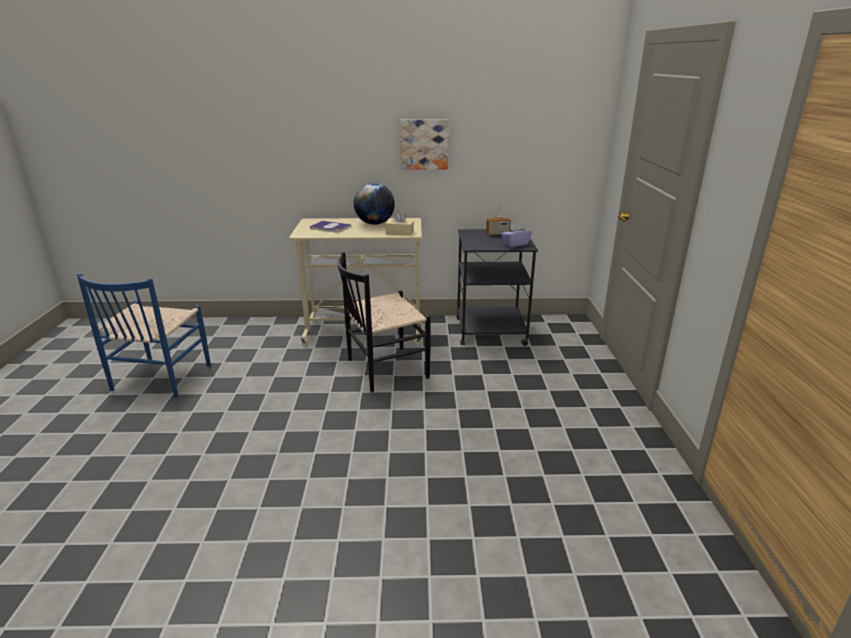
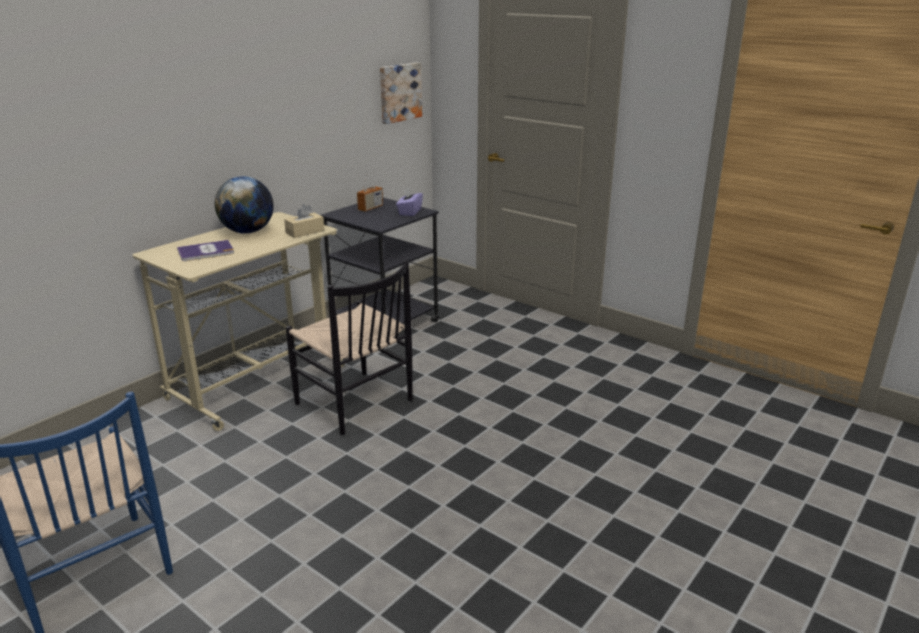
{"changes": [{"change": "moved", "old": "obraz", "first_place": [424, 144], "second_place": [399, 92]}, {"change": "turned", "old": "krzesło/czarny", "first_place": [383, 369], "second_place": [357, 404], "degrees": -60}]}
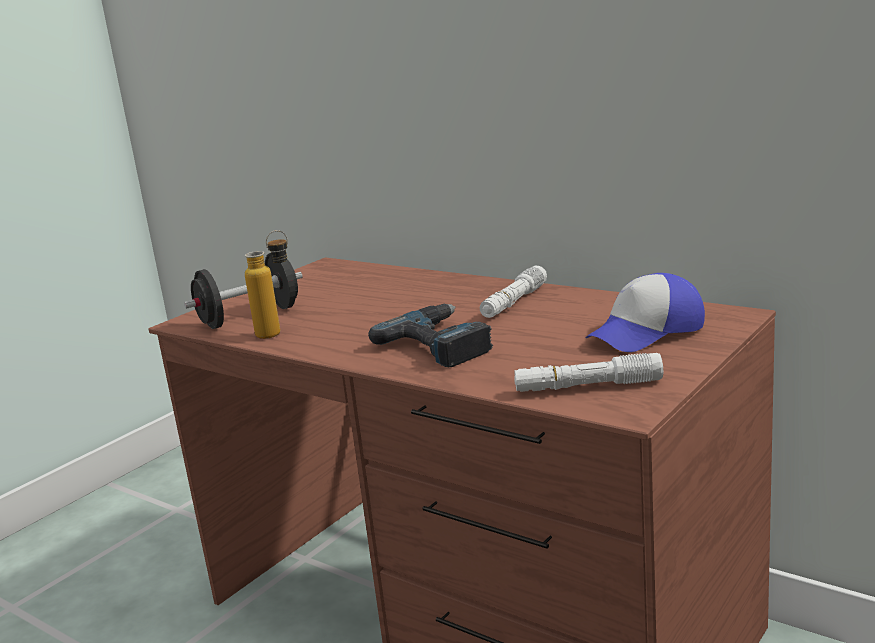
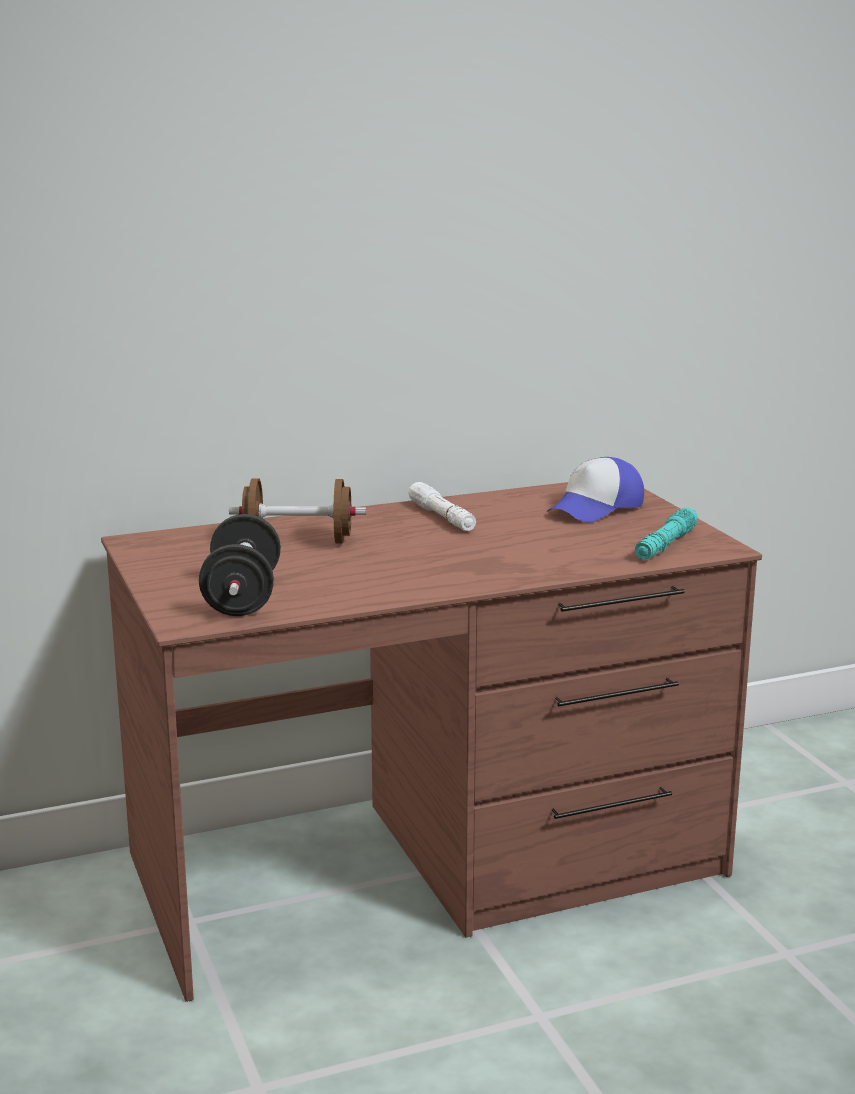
{"changes": [{"change": "removed", "old": "butelka", "first_place": [278, 332]}, {"change": "turned", "old": "czapka z daszkiem", "first_place": [647, 332], "second_place": [596, 508], "degrees": 45}, {"change": "removed", "old": "wiertarka", "first_place": [442, 343]}, {"change": "recoloured", "old": "latarka/biały", "new": "latarka/turkusowy", "first_place": [587, 386], "second_place": [665, 545]}, {"change": "added", "new": "hantel/brązowy", "second_place": [298, 541]}]}
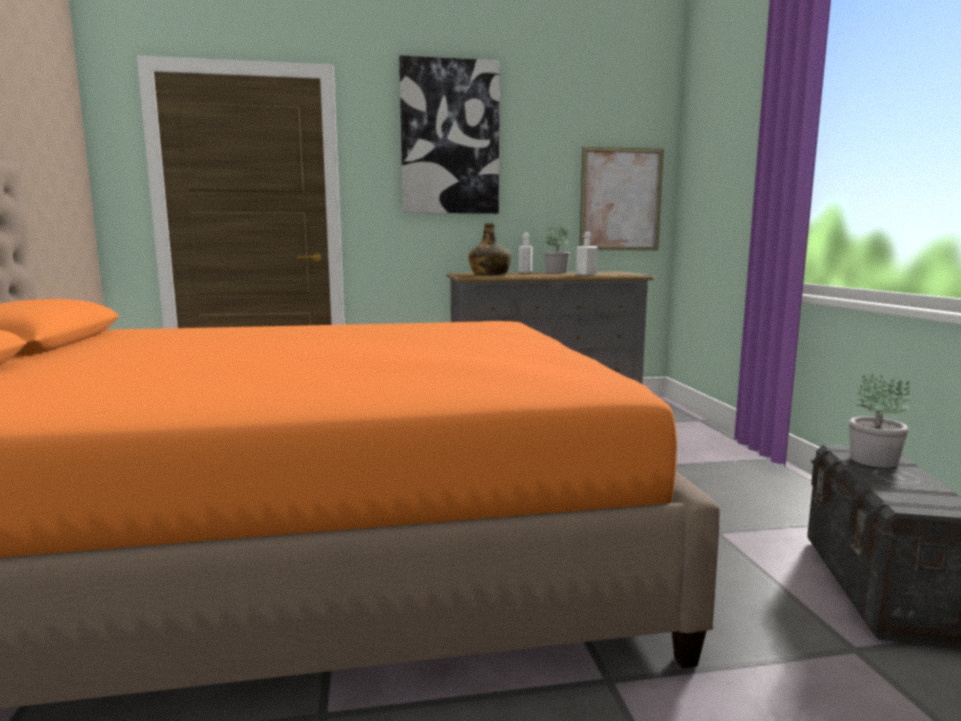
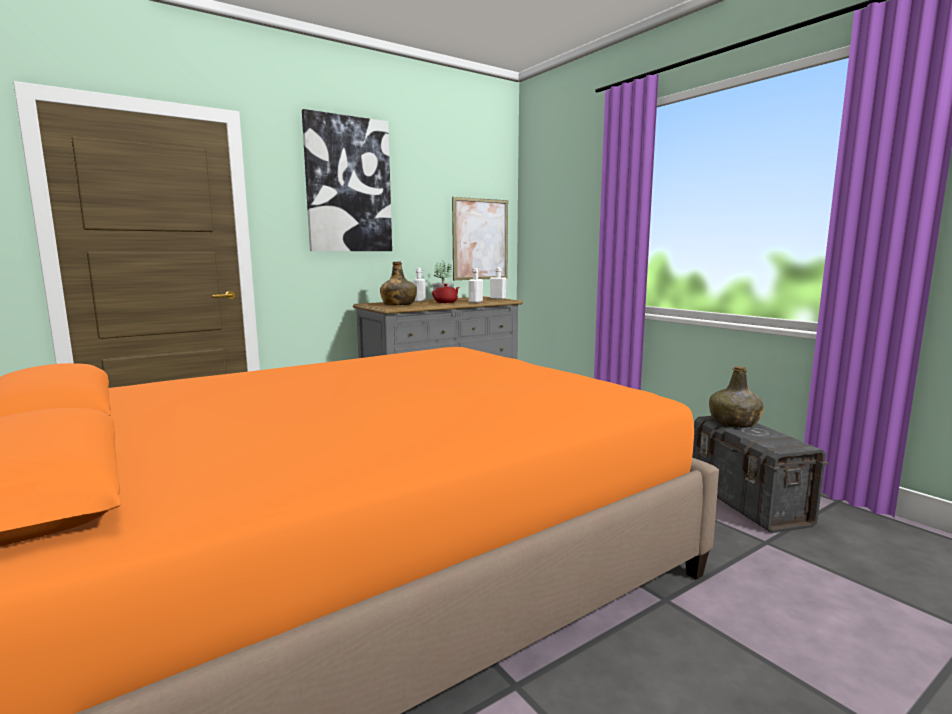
{"changes": [{"change": "replaced", "old": "roślina doniczkowa", "new": "butelka/zielony", "first_place": [874, 460], "second_place": [734, 423]}, {"change": "added", "new": "butelka/biały", "second_place": [498, 298]}, {"change": "added", "new": "imbryk/czerwony", "second_place": [446, 302]}]}
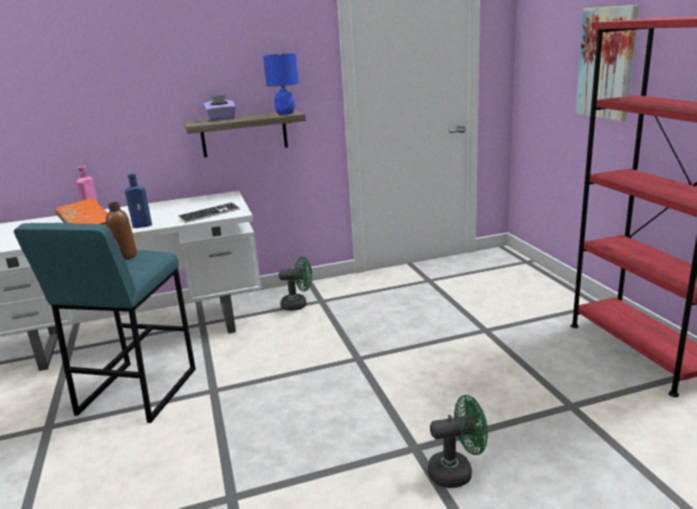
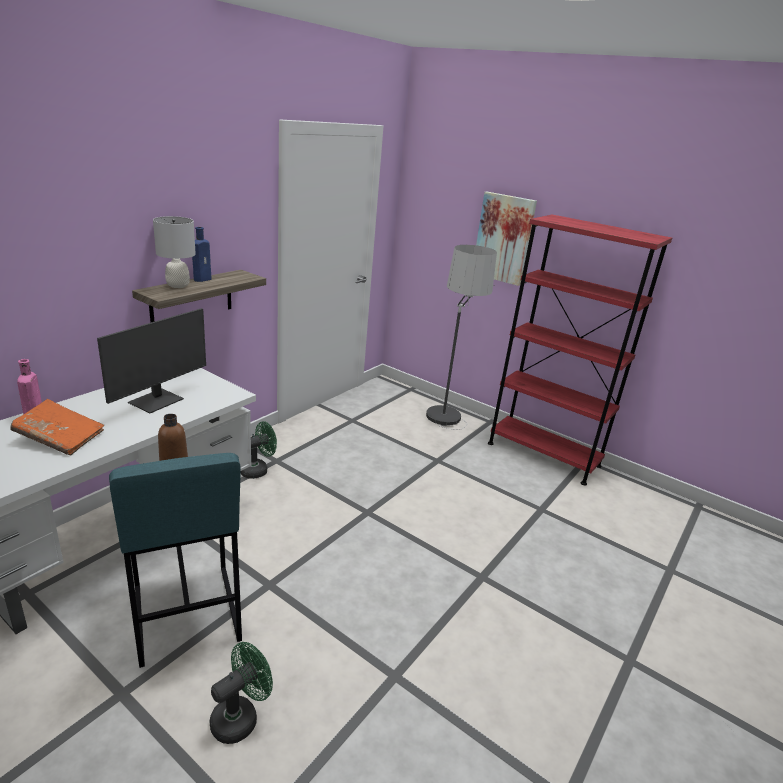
{"changes": [{"change": "removed", "old": "lampa stołowa/niebieski", "first_place": [285, 114]}, {"change": "replaced", "old": "pudełko chusteczek/fioletowy", "new": "lampa stołowa/szary", "first_place": [221, 119], "second_place": [178, 286]}, {"change": "moved", "old": "butelka/niebieski", "first_place": [143, 225], "second_place": [203, 279]}, {"change": "removed", "old": "klawiatura", "first_place": [210, 214]}, {"change": "moved", "old": "wentylator/zielony", "first_place": [457, 471], "second_place": [240, 717]}, {"change": "added", "new": "lampa stojąca", "second_place": [445, 432]}, {"change": "added", "new": "monitor", "second_place": [157, 401]}]}
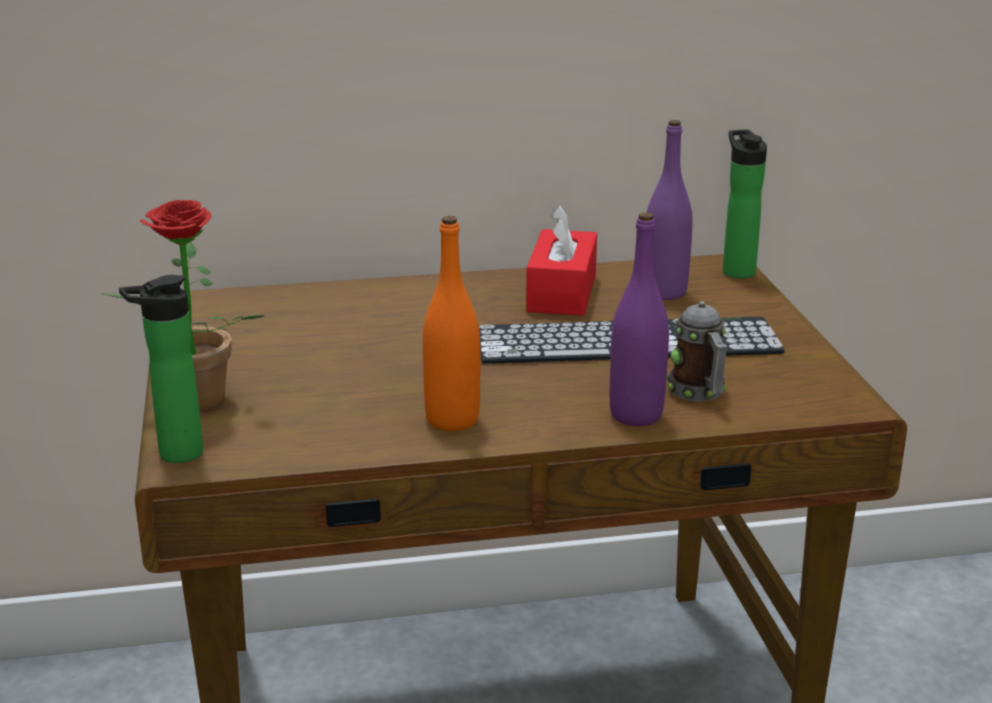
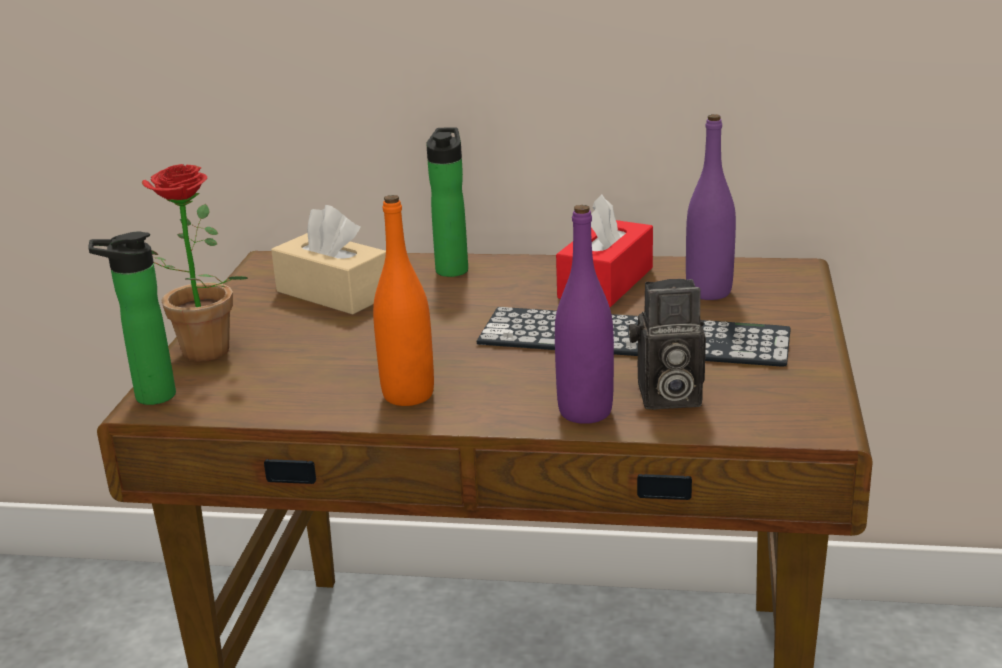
{"changes": [{"change": "moved", "old": "butelka", "first_place": [736, 270], "second_place": [452, 268]}, {"change": "replaced", "old": "kubek", "new": "aparat fotograficzny", "first_place": [699, 393], "second_place": [666, 397]}, {"change": "added", "new": "pudełko chusteczek/beżowy", "second_place": [333, 293]}]}
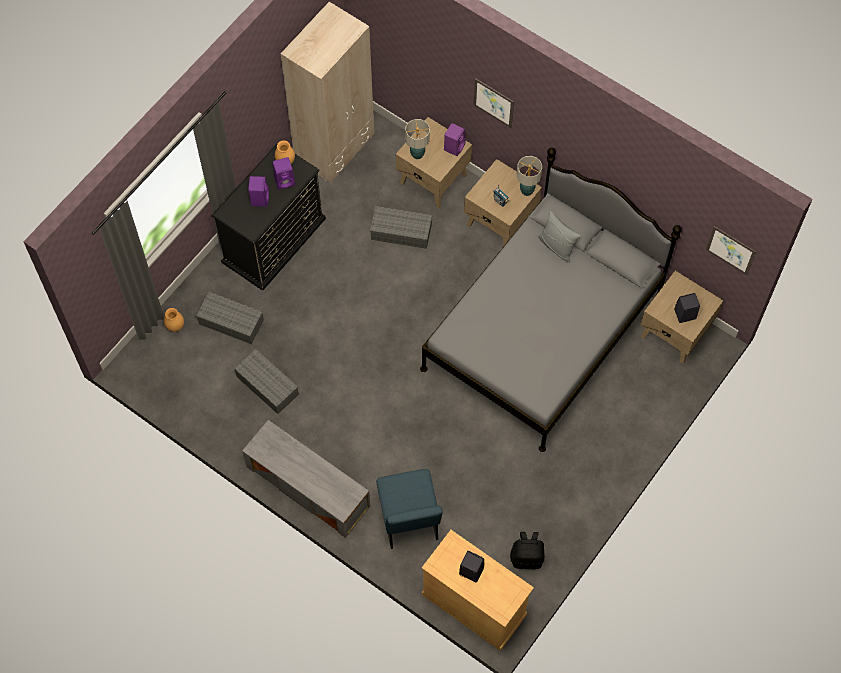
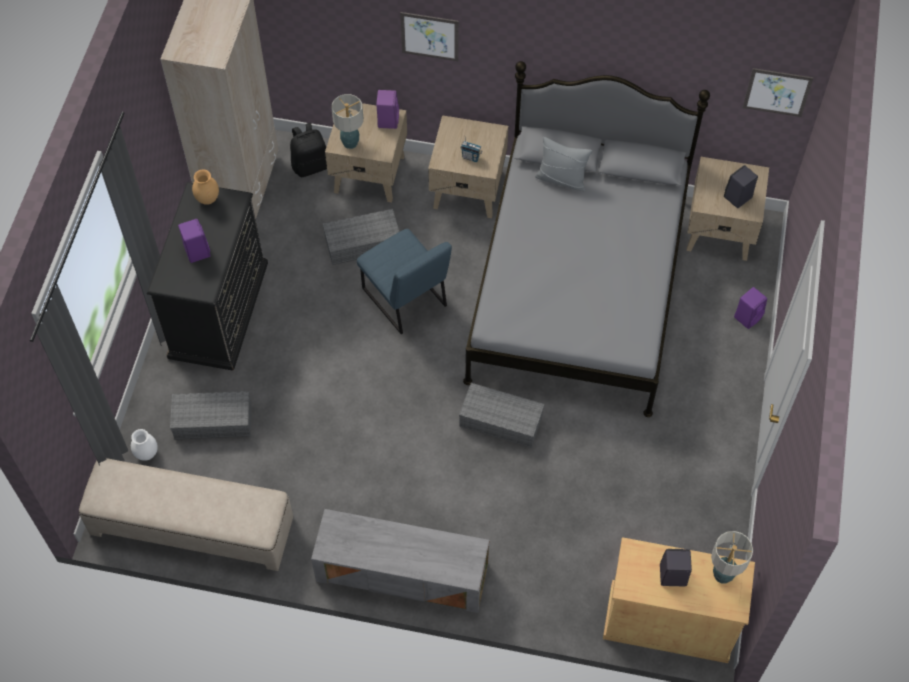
{"changes": [{"change": "moved", "old": "lampa stołowa", "first_place": [527, 190], "second_place": [722, 575]}, {"change": "moved", "old": "głośnik/fioletowy", "first_place": [285, 180], "second_place": [748, 316]}, {"change": "recoloured", "old": "wazon/brązowy", "new": "wazon/biały", "first_place": [175, 326], "second_place": [147, 454]}, {"change": "moved", "old": "pojemnik do przechowywania/szary", "first_place": [266, 385], "second_place": [499, 421]}, {"change": "moved", "old": "krzesło/niebieski", "first_place": [408, 519], "second_place": [405, 299]}, {"change": "moved", "old": "plecak/czarny", "first_place": [527, 557], "second_place": [310, 165]}, {"change": "added", "new": "ławka/beżowy", "second_place": [191, 526]}]}
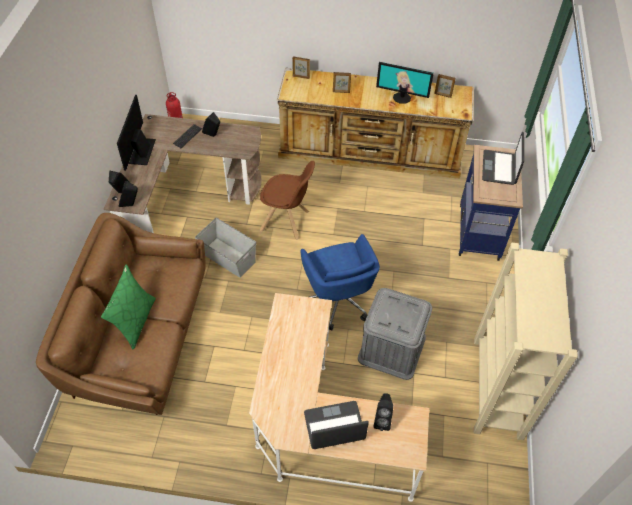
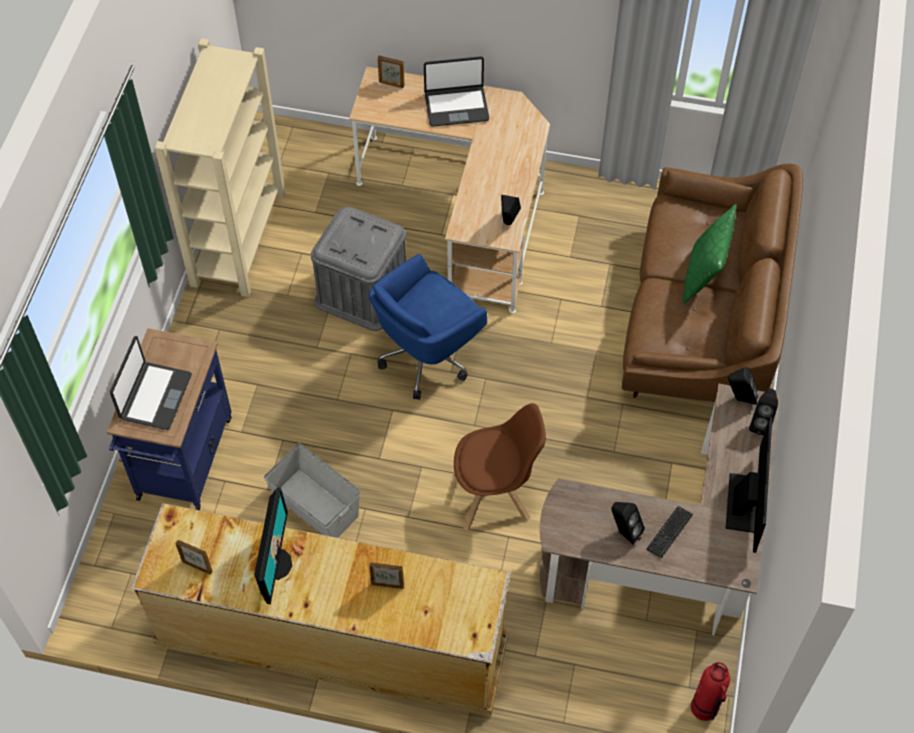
{"changes": [{"change": "moved", "old": "ramka na zdjęcie", "first_place": [301, 77], "second_place": [391, 84]}, {"change": "turned", "old": "monitor", "first_place": [402, 97], "second_place": [275, 564], "degrees": 75}, {"change": "turned", "old": "krzesło/brązowy", "first_place": [287, 221], "second_place": [495, 495], "degrees": 150}, {"change": "moved", "old": "pojemnik do przechowywania/szary", "first_place": [228, 257], "second_place": [315, 506]}, {"change": "turned", "old": "krzesło biurowe/niebieski", "first_place": [337, 301], "second_place": [428, 358], "degrees": -120}, {"change": "moved", "old": "głośnik/czarny", "first_place": [382, 419], "second_place": [508, 223]}]}
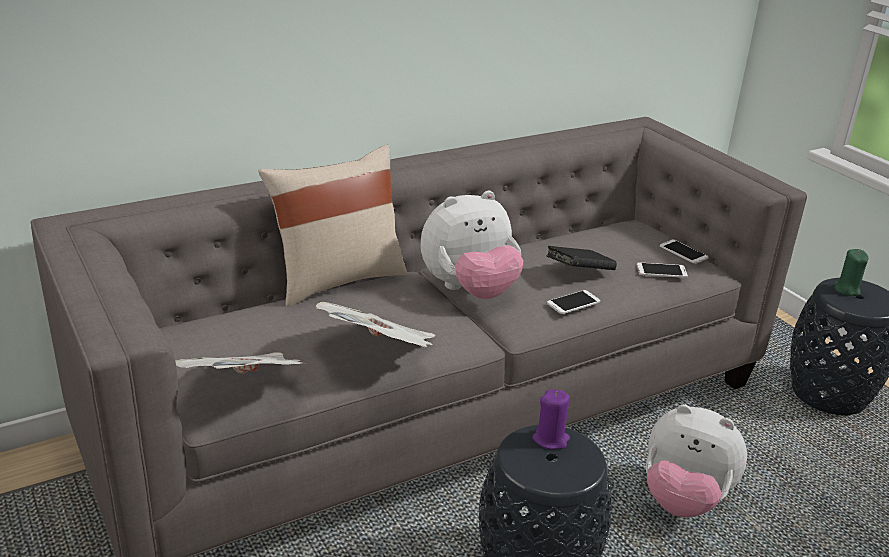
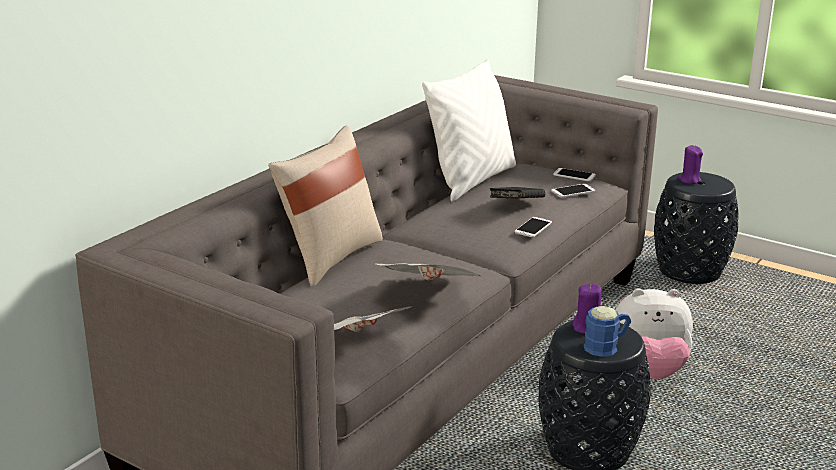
{"changes": [{"change": "removed", "old": "pluszak", "first_place": [469, 291]}, {"change": "recoloured", "old": "świeca/zielony", "new": "świeca/fioletowy", "first_place": [846, 289], "second_place": [689, 180]}, {"change": "added", "new": "poduszka/biały", "second_place": [472, 181]}, {"change": "added", "new": "kubek/niebieski", "second_place": [606, 347]}]}
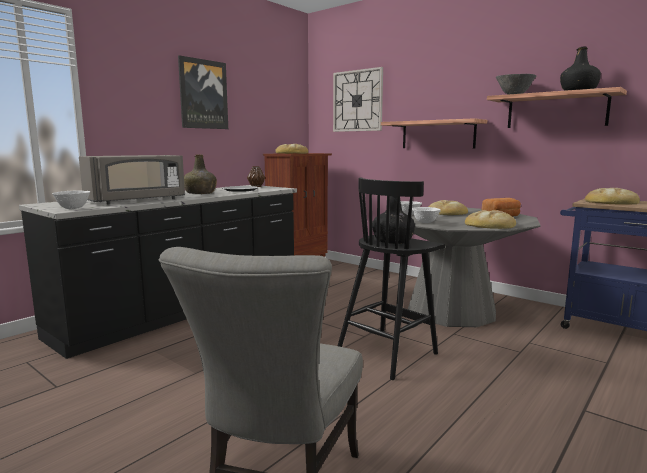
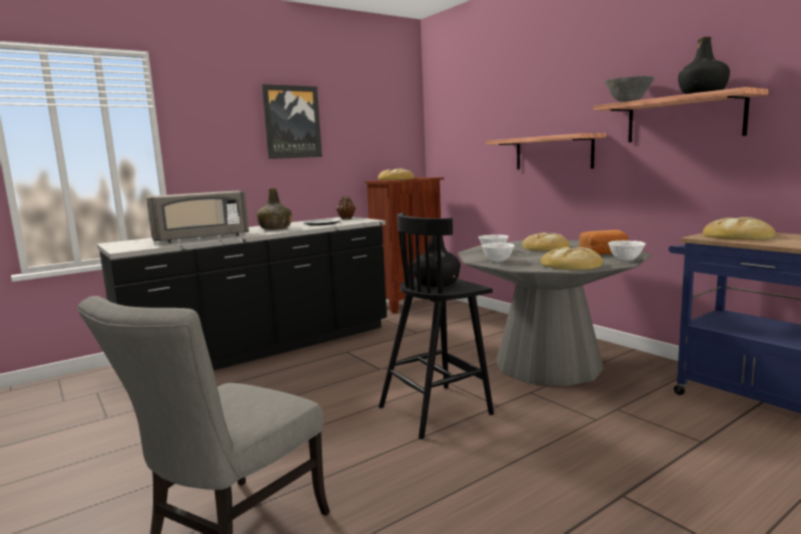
{"changes": [{"change": "removed", "old": "zegar ścienny", "first_place": [357, 101]}, {"change": "moved", "old": "miska/biały", "first_place": [73, 208], "second_place": [626, 260]}]}
